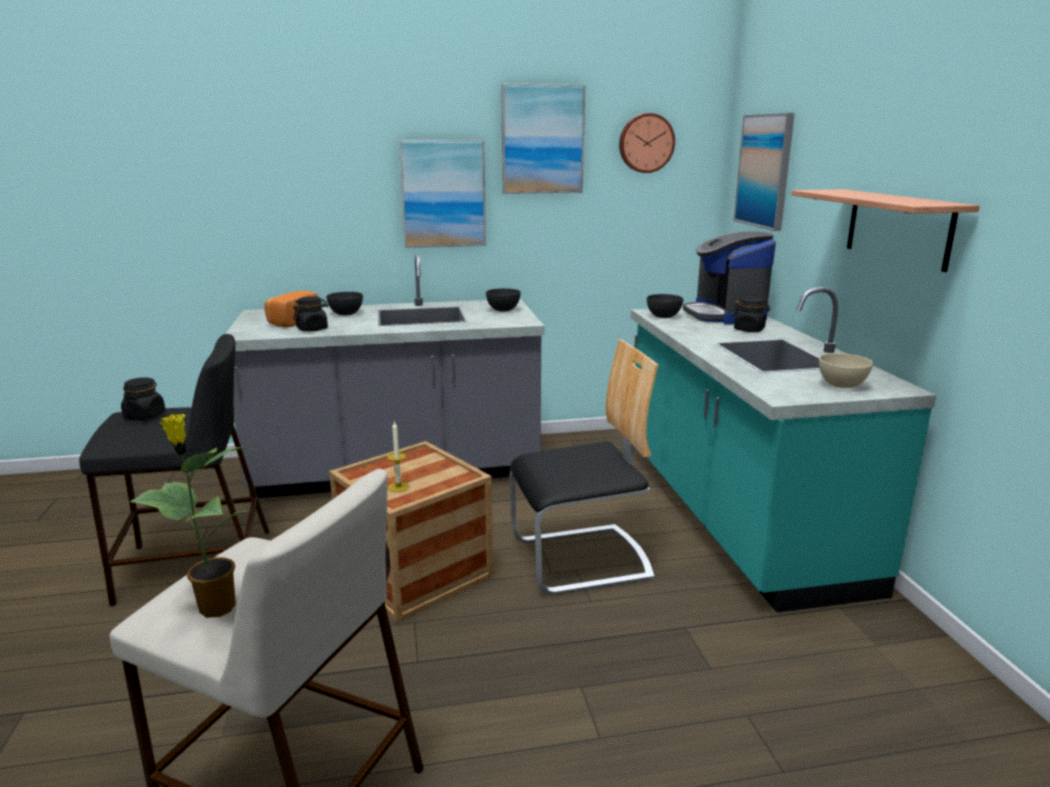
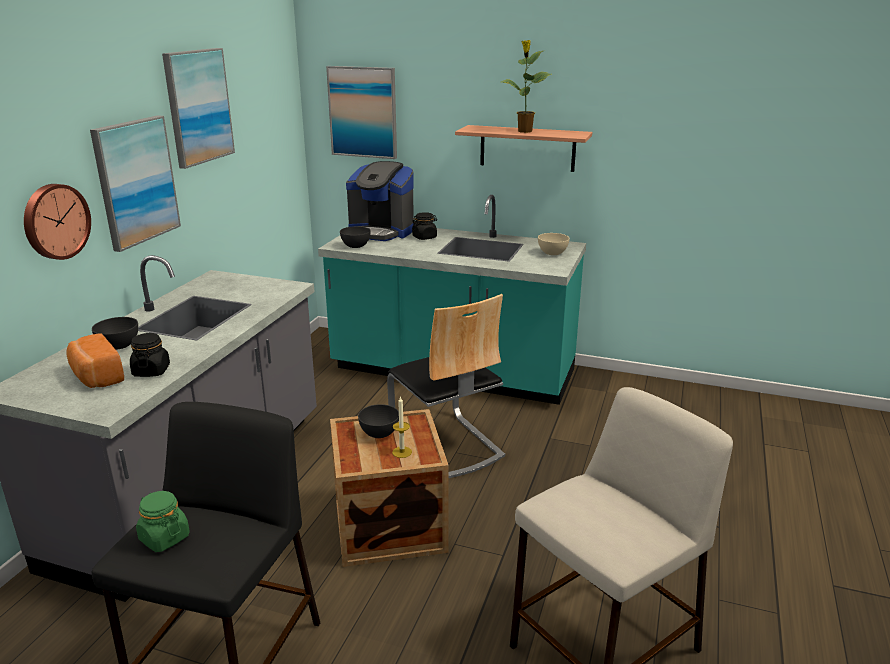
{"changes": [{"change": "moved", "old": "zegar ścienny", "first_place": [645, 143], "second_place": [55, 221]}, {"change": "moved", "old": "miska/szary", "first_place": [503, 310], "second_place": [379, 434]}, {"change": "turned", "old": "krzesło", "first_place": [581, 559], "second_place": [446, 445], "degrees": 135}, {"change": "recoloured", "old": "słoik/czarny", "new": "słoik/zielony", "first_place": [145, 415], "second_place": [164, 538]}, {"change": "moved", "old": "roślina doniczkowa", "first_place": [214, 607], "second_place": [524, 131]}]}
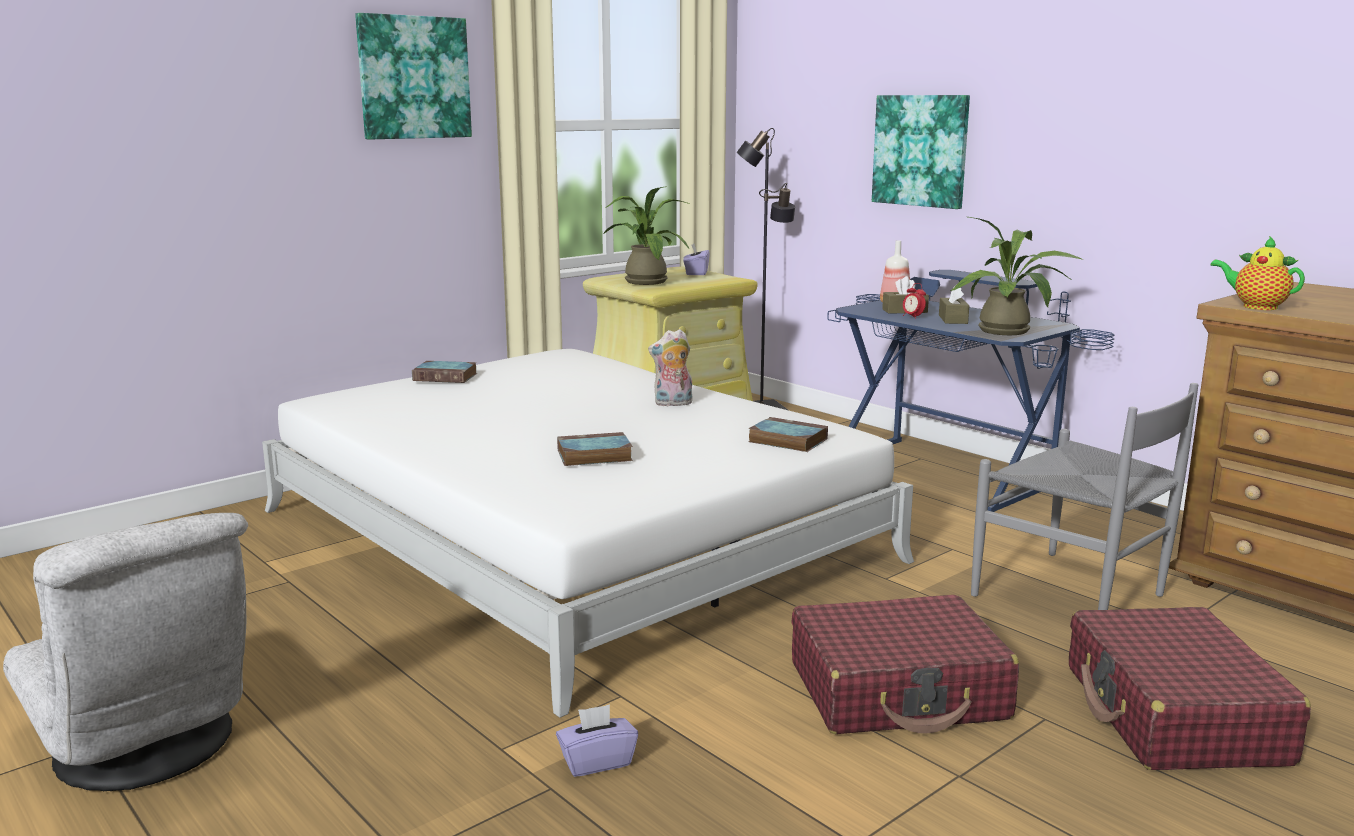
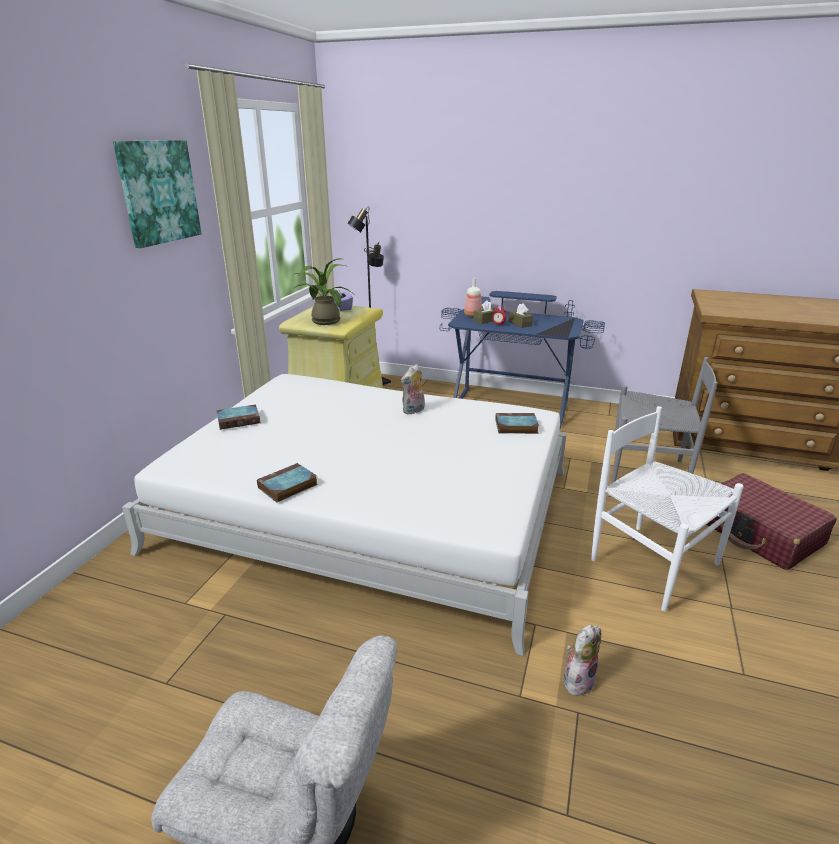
{"changes": [{"change": "removed", "old": "obraz", "first_place": [921, 150]}, {"change": "removed", "old": "roślina doniczkowa", "first_place": [1010, 332]}, {"change": "removed", "old": "imbryk", "first_place": [1255, 307]}, {"change": "moved", "old": "książka", "first_place": [593, 455], "second_place": [287, 487]}, {"change": "replaced", "old": "walizka/czerwony", "new": "krzesło/biały", "first_place": [898, 691], "second_place": [651, 563]}, {"change": "replaced", "old": "pudełko chusteczek/fioletowy", "new": "pluszak", "first_place": [597, 761], "second_place": [578, 680]}]}
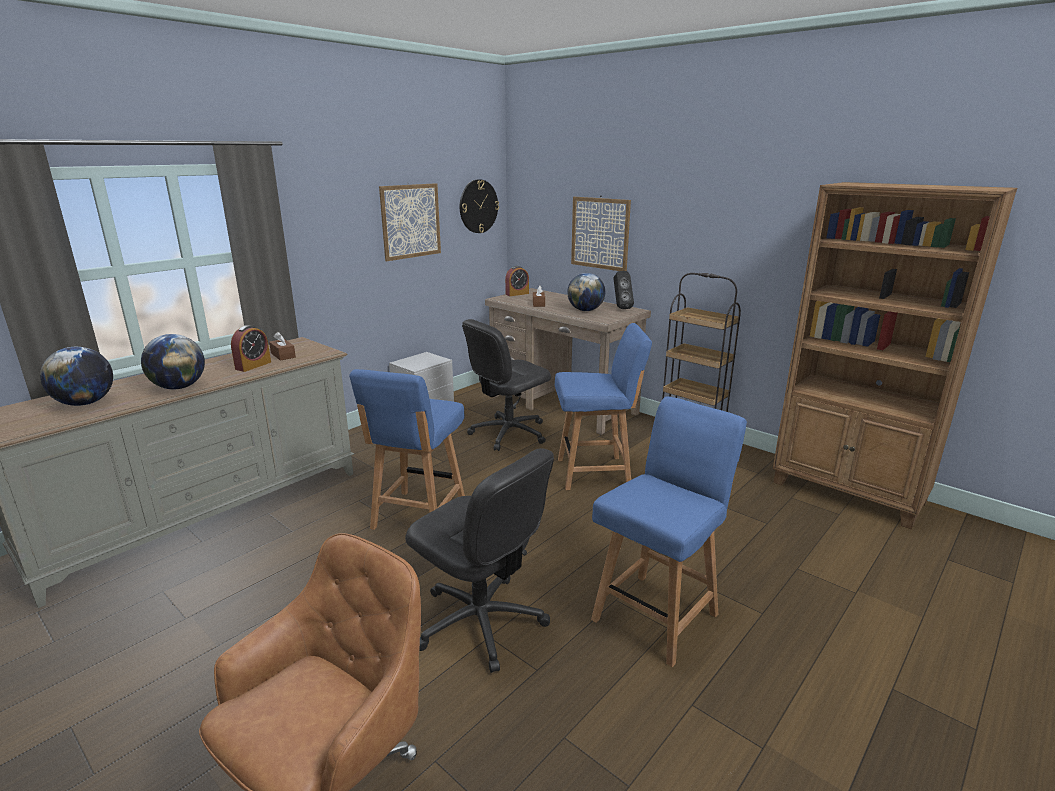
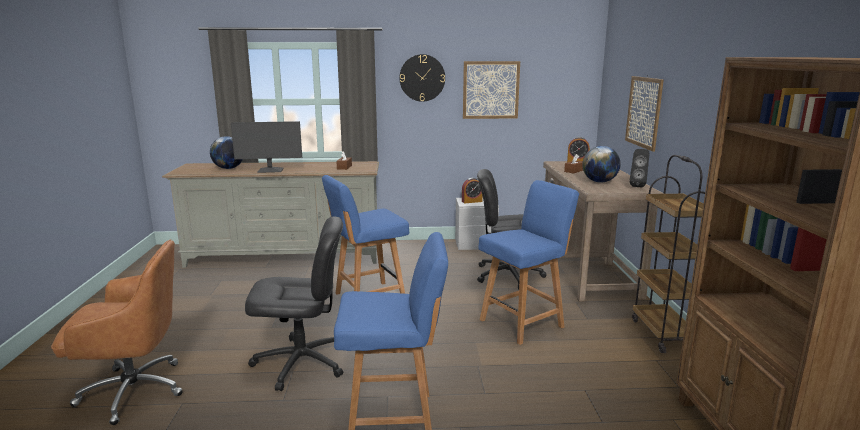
{"changes": [{"change": "moved", "old": "zegar ścienny", "first_place": [478, 206], "second_place": [422, 78]}, {"change": "turned", "old": "krzesło/niebieski", "first_place": [595, 473], "second_place": [523, 323], "degrees": -75}, {"change": "moved", "old": "budzik", "first_place": [253, 365], "second_place": [472, 201]}, {"change": "replaced", "old": "globus", "new": "monitor", "first_place": [179, 387], "second_place": [270, 170]}, {"change": "turned", "old": "krzesło biurowe/czarny", "first_place": [480, 622], "second_place": [301, 362], "degrees": -90}]}
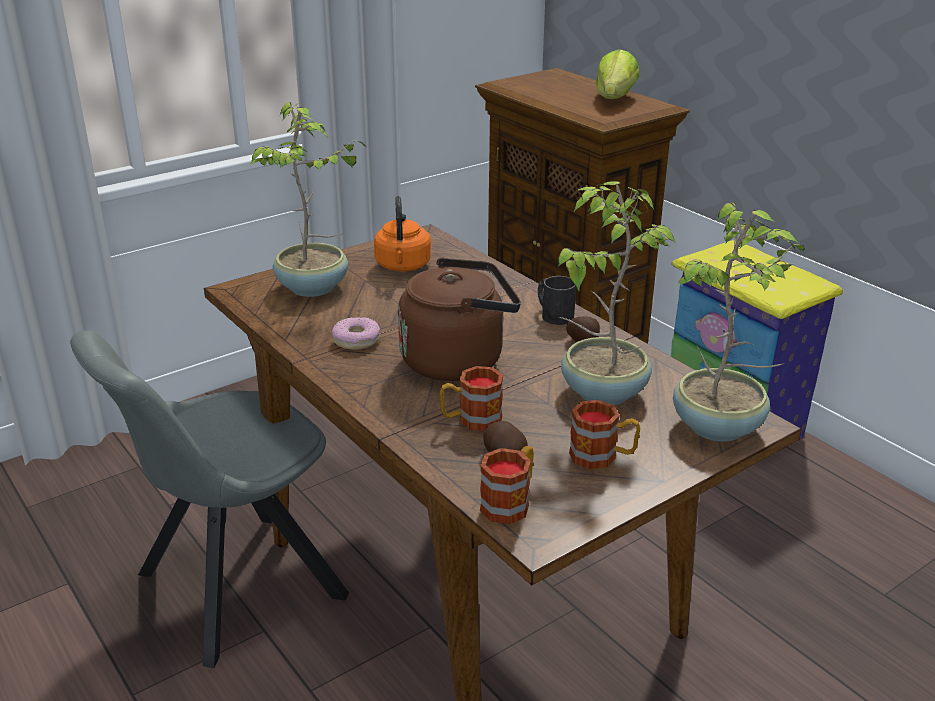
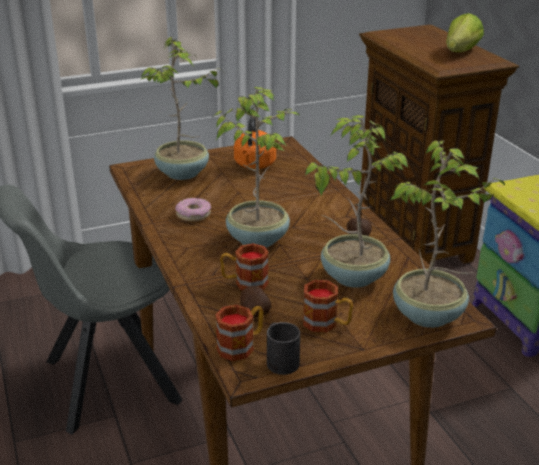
{"changes": [{"change": "replaced", "old": "czajnik/brązowy", "new": "roślina doniczkowa", "first_place": [458, 360], "second_place": [258, 238]}, {"change": "moved", "old": "kubek/czarny", "first_place": [553, 314], "second_place": [280, 359]}]}
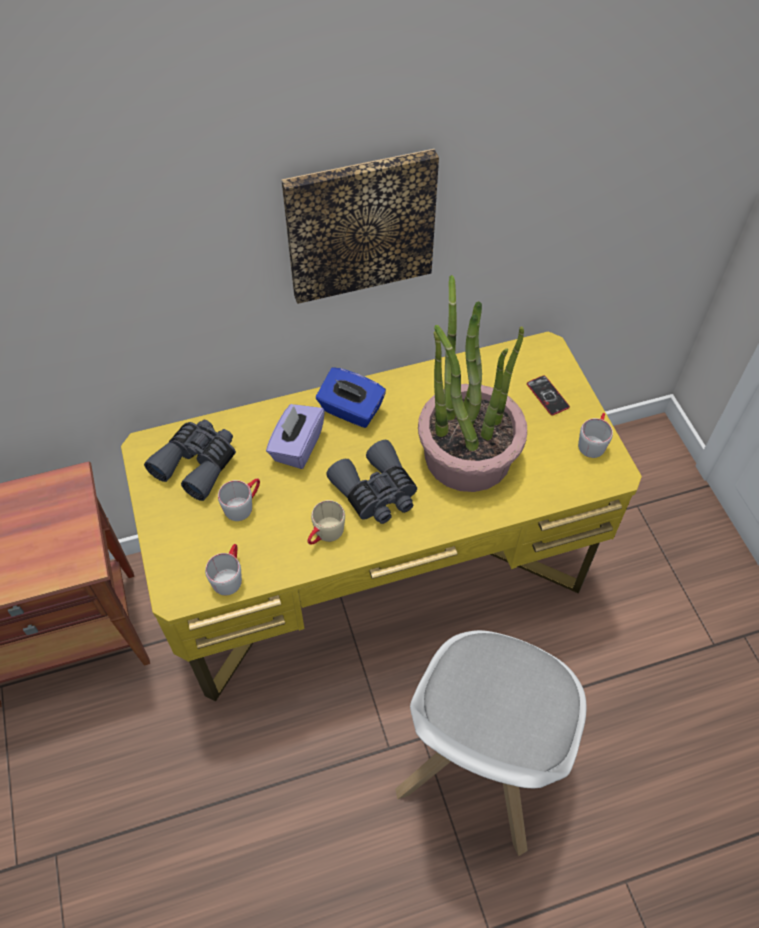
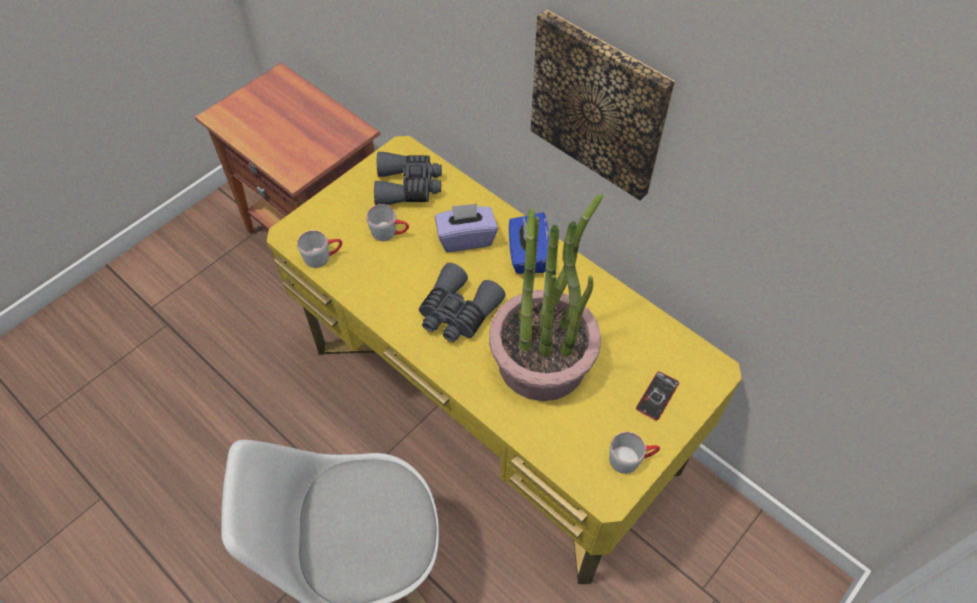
{"changes": [{"change": "removed", "old": "kubek/beżowy", "first_place": [325, 535]}]}
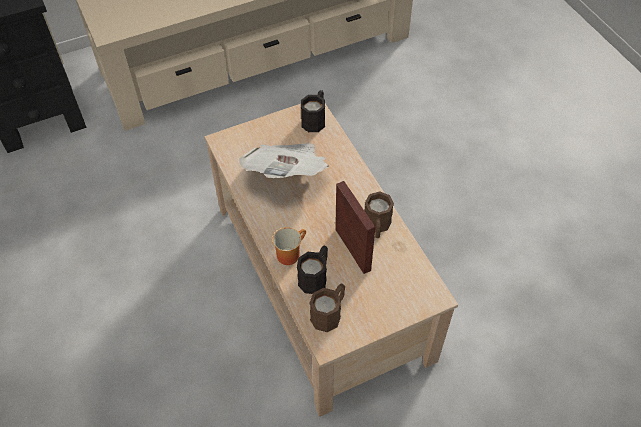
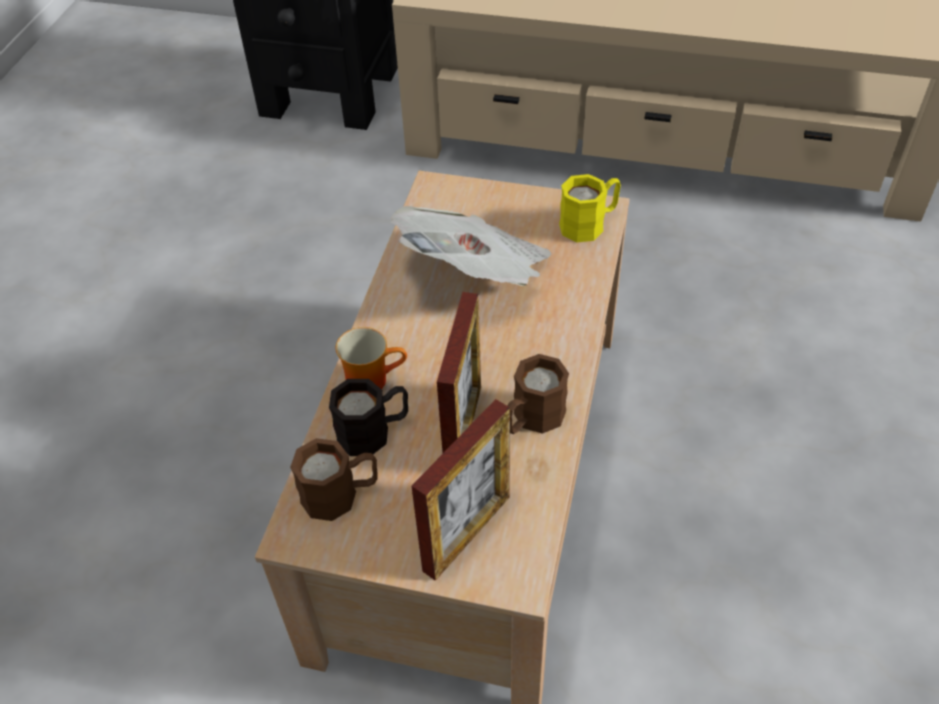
{"changes": [{"change": "recoloured", "old": "kubek/czarny", "new": "kubek/żółty", "first_place": [315, 119], "second_place": [589, 224]}, {"change": "added", "new": "ramka na zdjęcie", "second_place": [467, 533]}]}
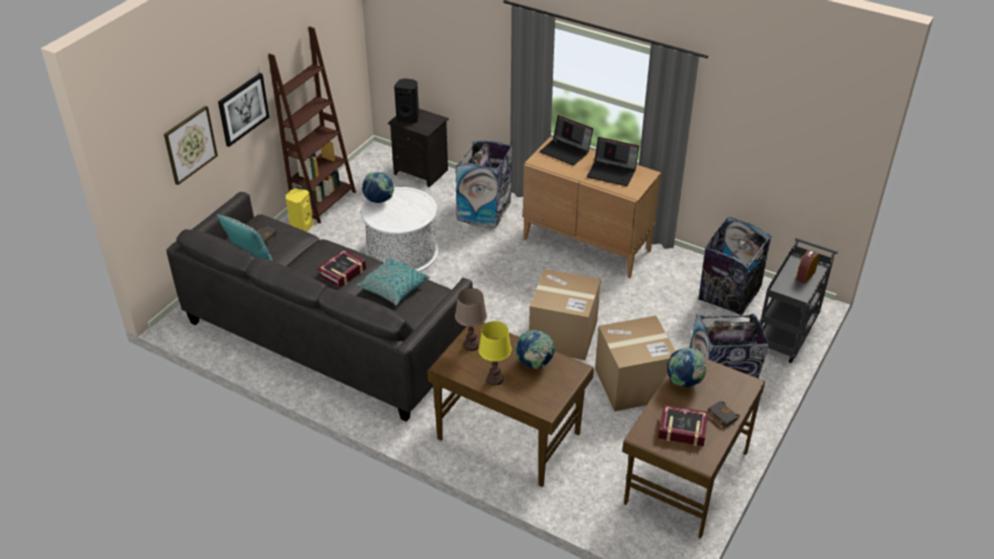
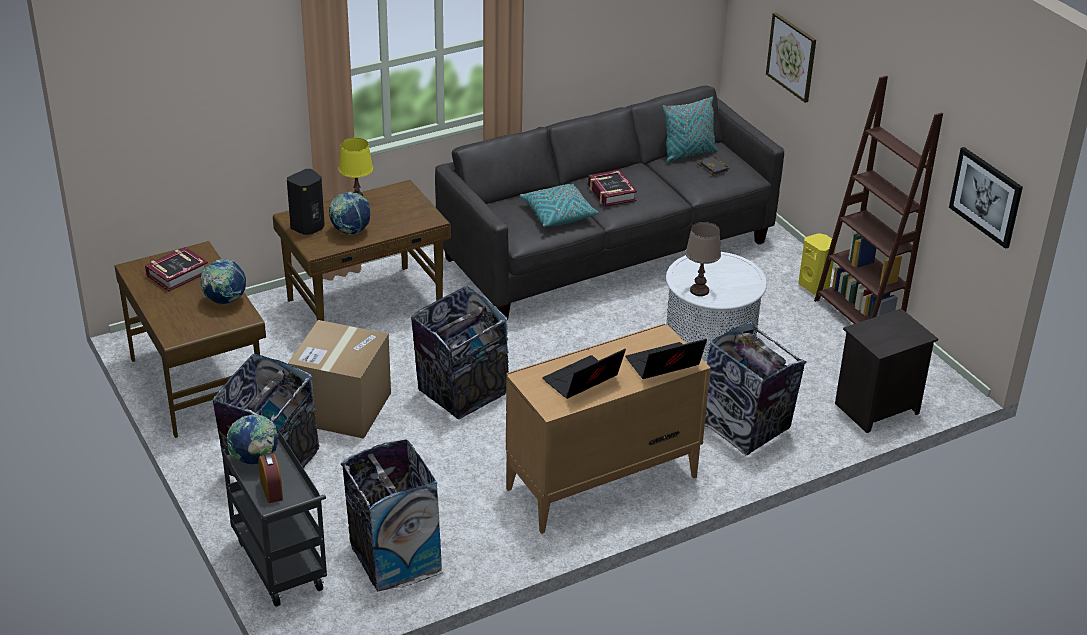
{"changes": [{"change": "moved", "old": "obraz", "first_place": [243, 109], "second_place": [986, 196]}, {"change": "moved", "old": "głośnik/czarny", "first_place": [408, 118], "second_place": [308, 227]}, {"change": "moved", "old": "globus", "first_place": [379, 200], "second_place": [255, 460]}, {"change": "replaced", "old": "karton", "new": "kosz na śmieci", "first_place": [563, 335], "second_place": [462, 394]}, {"change": "moved", "old": "lampa stołowa/brązowy", "first_place": [471, 345], "second_place": [699, 290]}, {"change": "removed", "old": "książka/czarny", "first_place": [721, 416]}]}
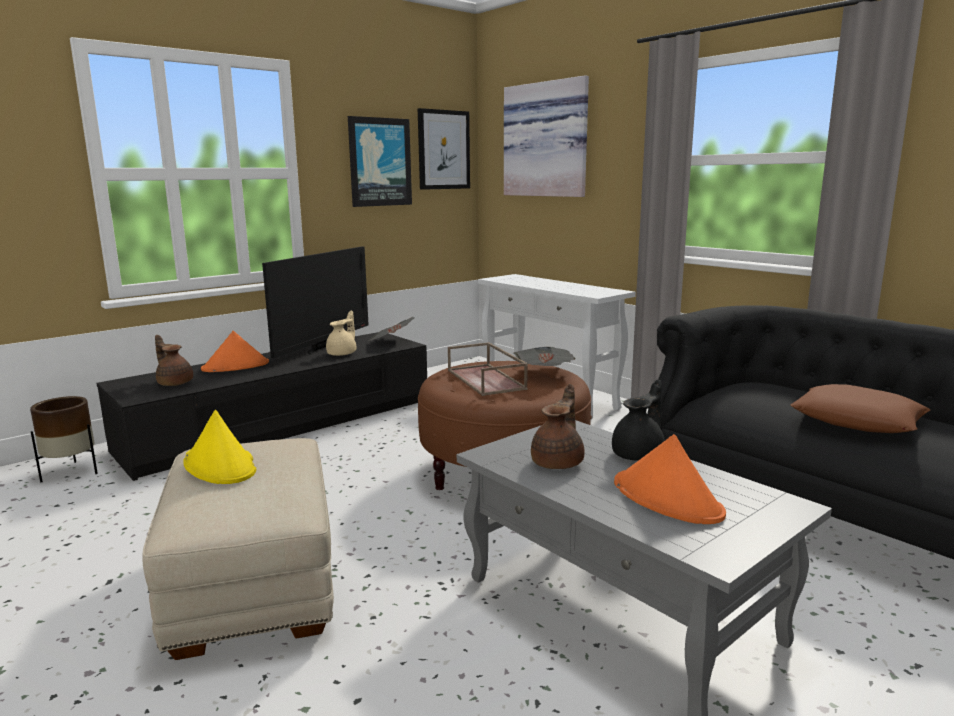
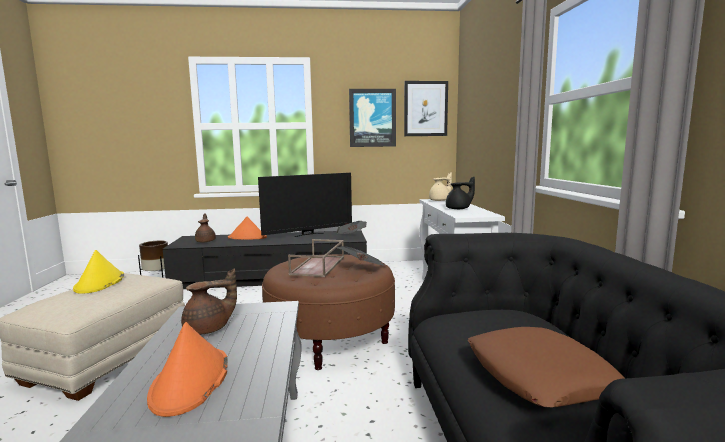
{"changes": [{"change": "removed", "old": "obraz", "first_place": [547, 140]}, {"change": "moved", "old": "imbryk/beżowy", "first_place": [343, 353], "second_place": [440, 200]}, {"change": "moved", "old": "imbryk/czarny", "first_place": [639, 454], "second_place": [459, 209]}]}
